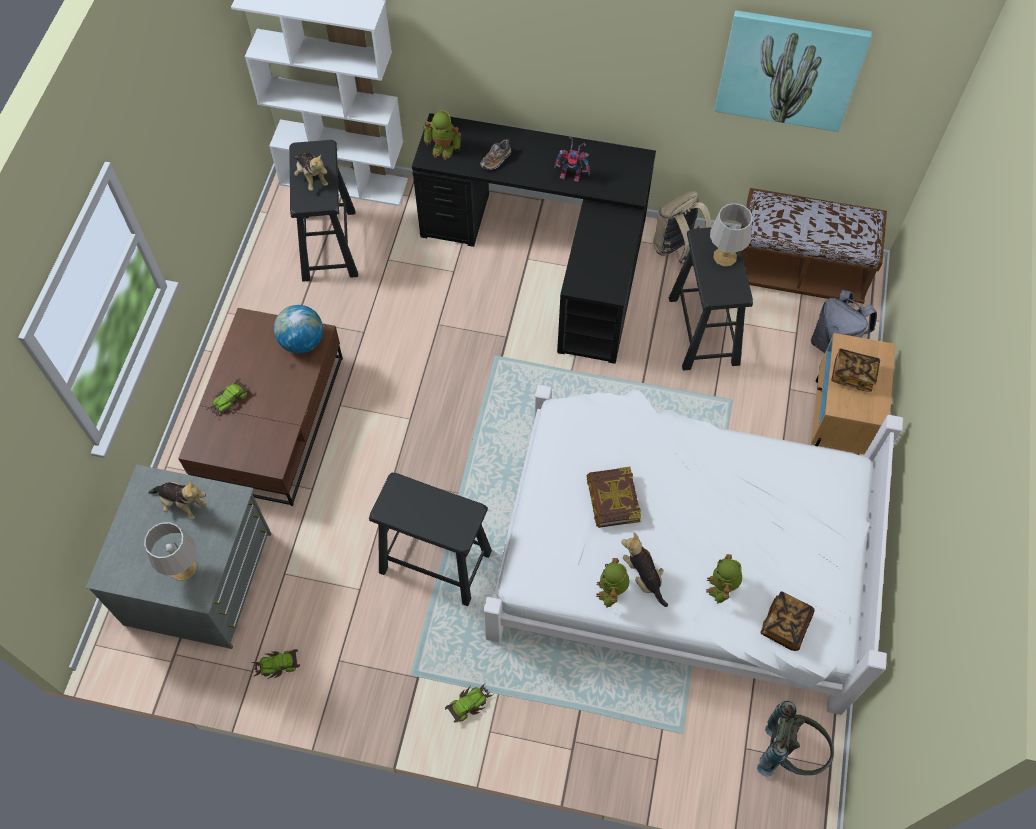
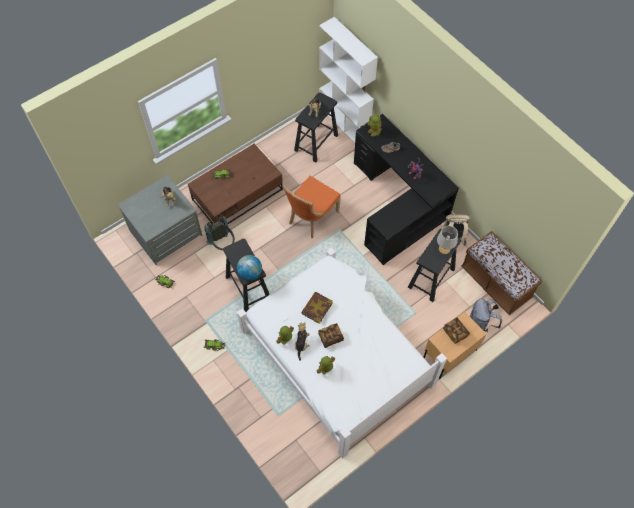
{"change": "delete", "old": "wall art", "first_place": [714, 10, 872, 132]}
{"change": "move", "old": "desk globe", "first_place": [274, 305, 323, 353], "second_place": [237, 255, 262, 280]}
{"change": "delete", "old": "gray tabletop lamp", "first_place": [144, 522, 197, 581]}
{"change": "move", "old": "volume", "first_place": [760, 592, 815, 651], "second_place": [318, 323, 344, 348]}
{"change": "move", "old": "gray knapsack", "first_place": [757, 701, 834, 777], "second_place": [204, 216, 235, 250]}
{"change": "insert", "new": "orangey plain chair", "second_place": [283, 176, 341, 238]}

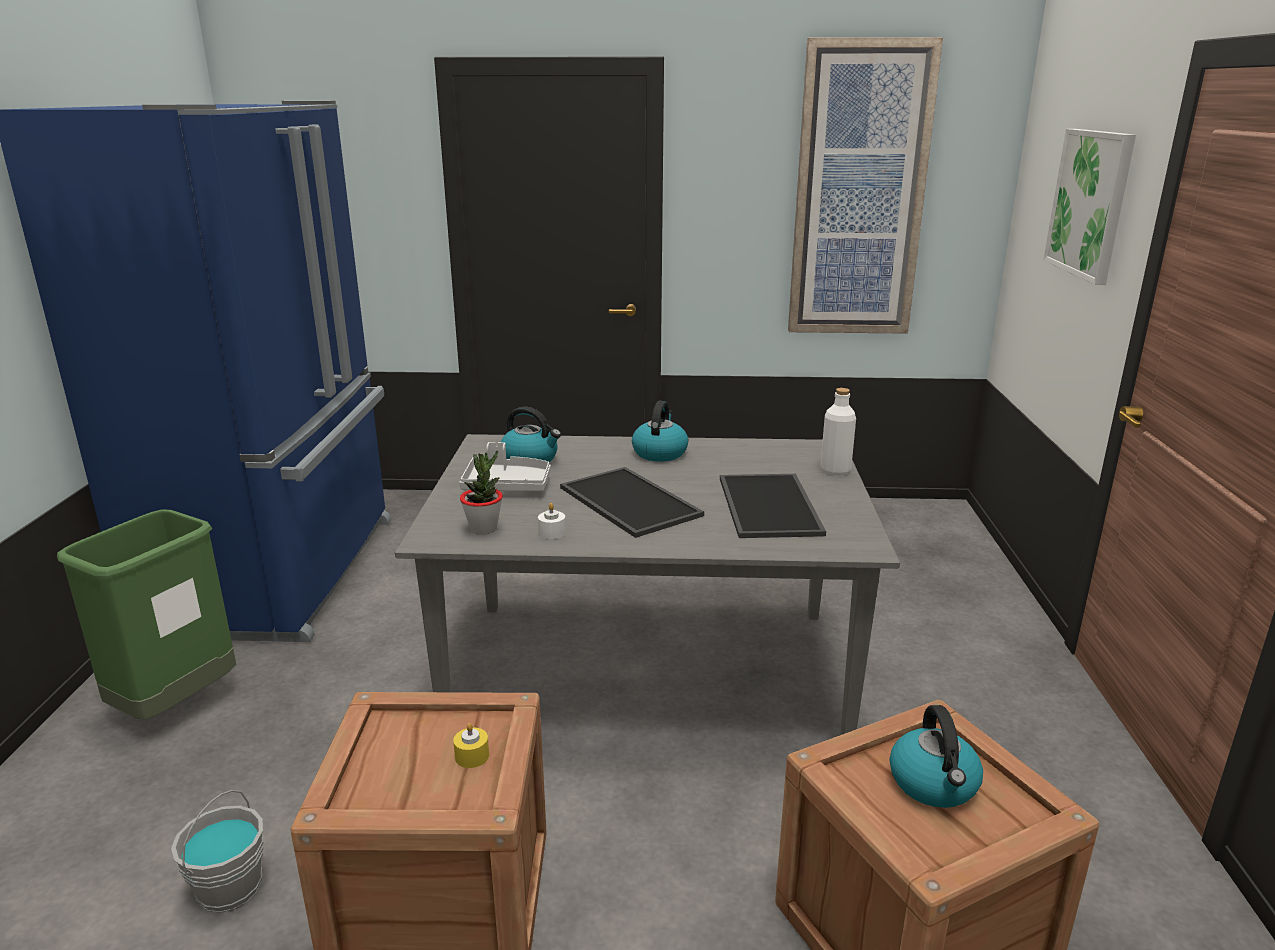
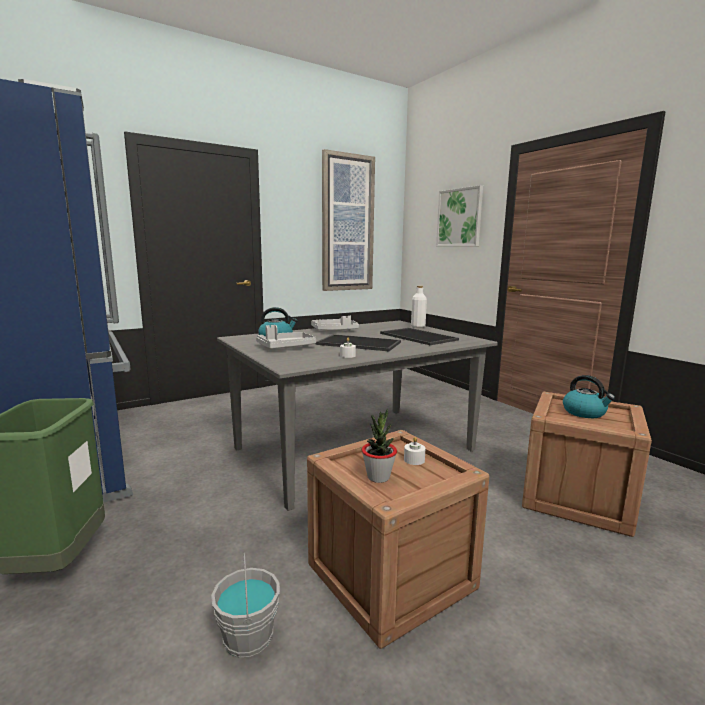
{"change": "replace", "old": "water kettle", "new": "gray serving tray", "first_place": [632, 401, 688, 462], "second_place": [311, 316, 359, 331]}
{"change": "move", "old": "potted plant", "first_place": [460, 451, 503, 535], "second_place": [362, 408, 397, 483]}
{"change": "recolor", "old": "yellow wax candle", "new": "whitish wax candle", "first_place": [453, 723, 489, 768], "second_place": [404, 437, 426, 465]}

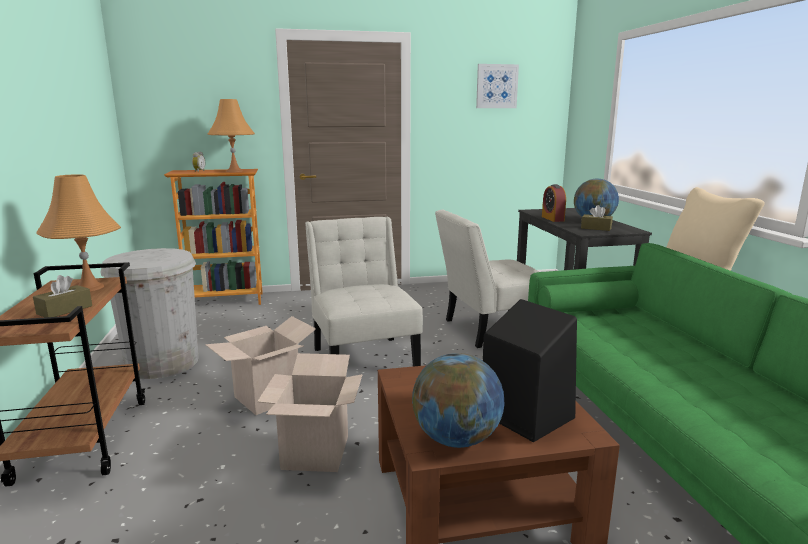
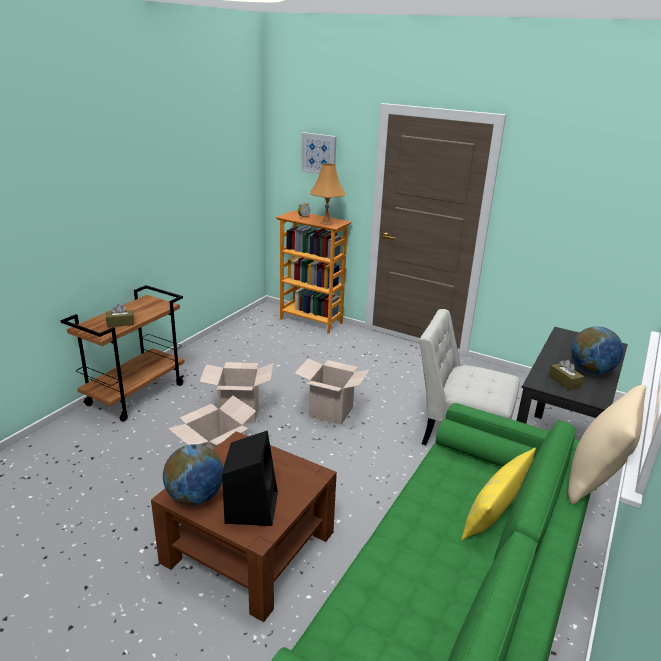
{"change": "move", "old": "wall art", "first_place": [476, 64, 519, 108], "second_place": [301, 132, 337, 174]}
{"change": "delete", "old": "orangey tabletop lamp", "first_place": [36, 174, 121, 291]}
{"change": "delete", "old": "alarm clock", "first_place": [542, 184, 566, 222]}
{"change": "replace", "old": "whitish plain chair", "new": "cardboard box", "first_place": [305, 217, 423, 366], "second_place": [294, 358, 370, 425]}
{"change": "delete", "old": "whitish rubbish bin", "first_place": [101, 248, 199, 379]}
{"change": "insert", "new": "yellow pillow", "second_place": [461, 448, 536, 540]}

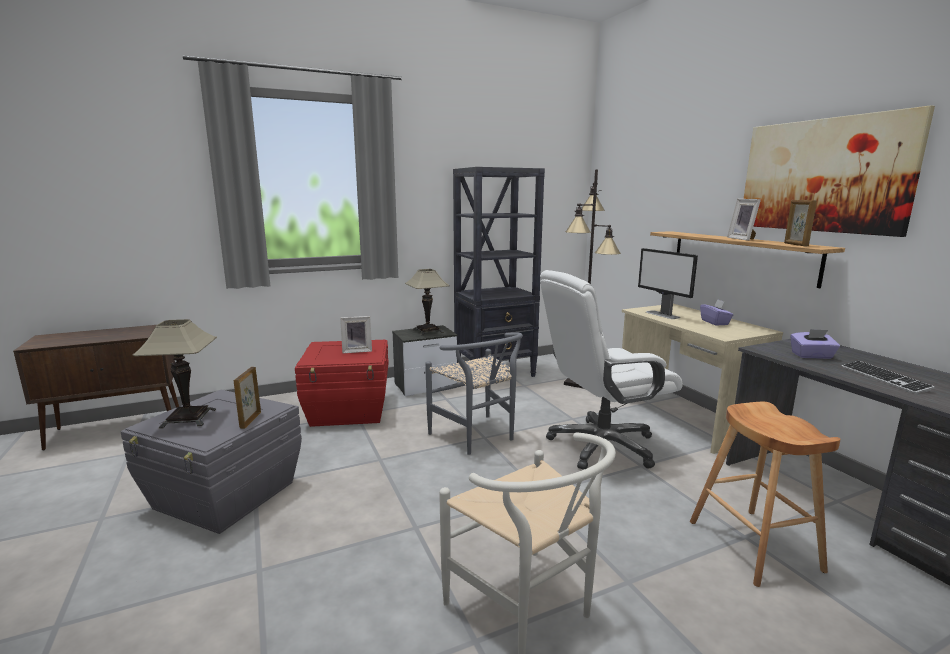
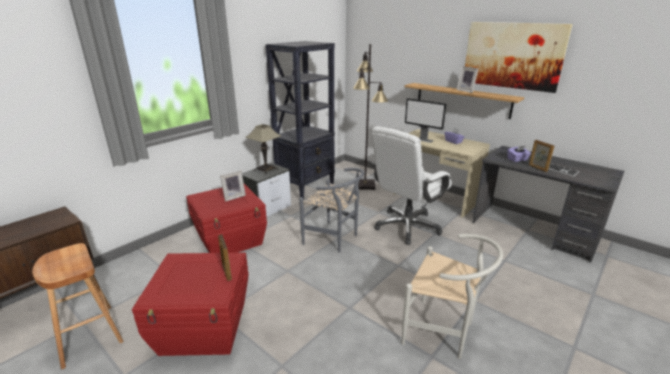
{"change": "move", "old": "photo frame", "first_place": [784, 200, 817, 246], "second_place": [529, 140, 554, 172]}
{"change": "delete", "old": "tabletop lamp", "first_place": [132, 319, 217, 429]}
{"change": "recolor", "old": "gray storage container", "new": "red-coloured storage container", "first_place": [120, 390, 302, 534], "second_place": [132, 253, 249, 356]}
{"change": "move", "old": "brown sitting stool", "first_place": [690, 402, 840, 587], "second_place": [32, 243, 123, 369]}

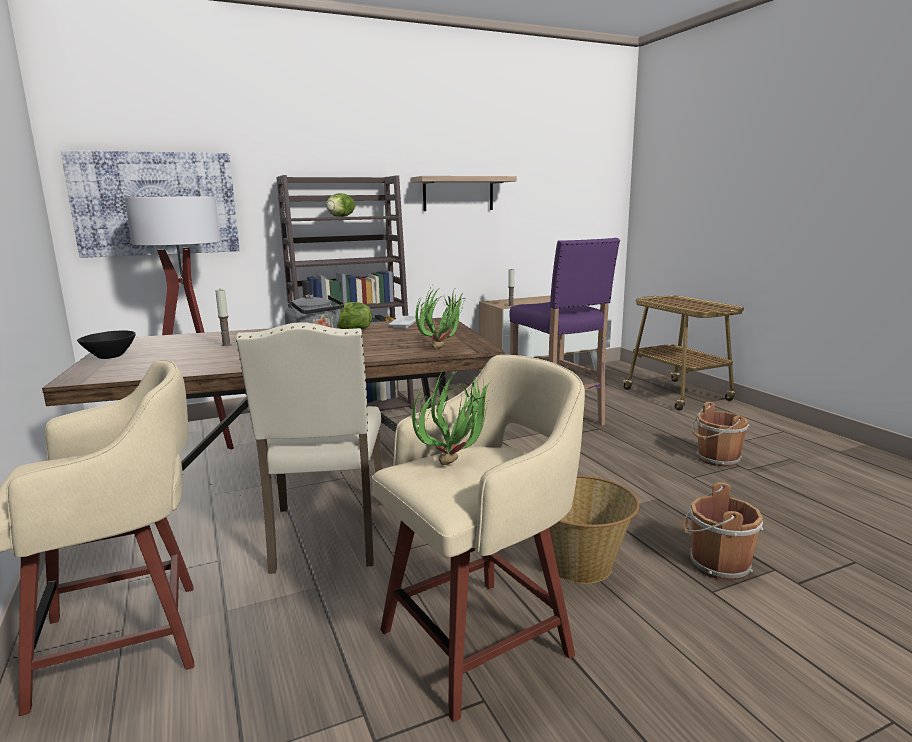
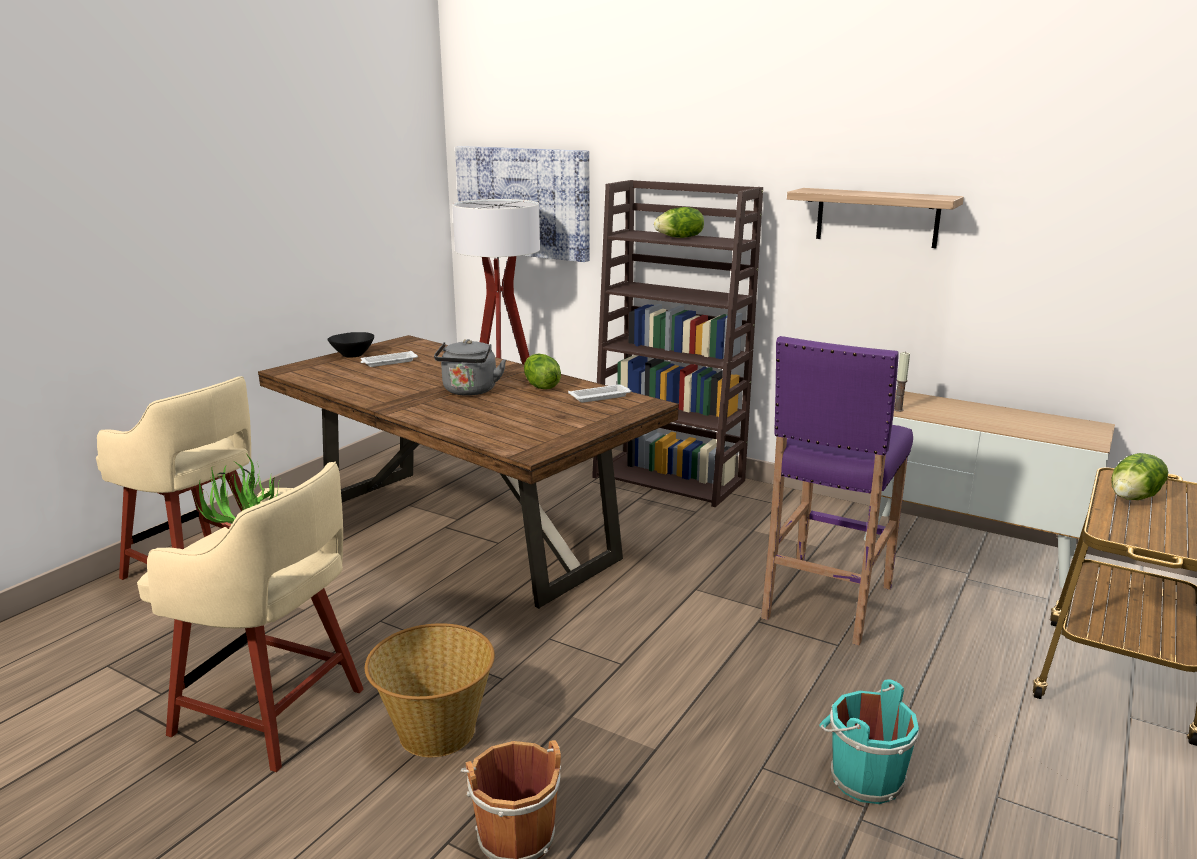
{"change": "delete", "old": "potted plant", "first_place": [415, 286, 465, 350]}
{"change": "delete", "old": "wax candle", "first_place": [215, 289, 232, 346]}
{"change": "delete", "old": "sand-coloured plain chair", "first_place": [236, 322, 383, 574]}
{"change": "recolor", "old": "brown water bucket", "new": "blue-green water bucket", "first_place": [692, 402, 750, 467], "second_place": [820, 679, 919, 804]}
{"change": "insert", "new": "whitish serving tray", "second_place": [361, 351, 418, 367]}
{"change": "insert", "new": "lettuce head", "second_place": [1111, 453, 1168, 500]}

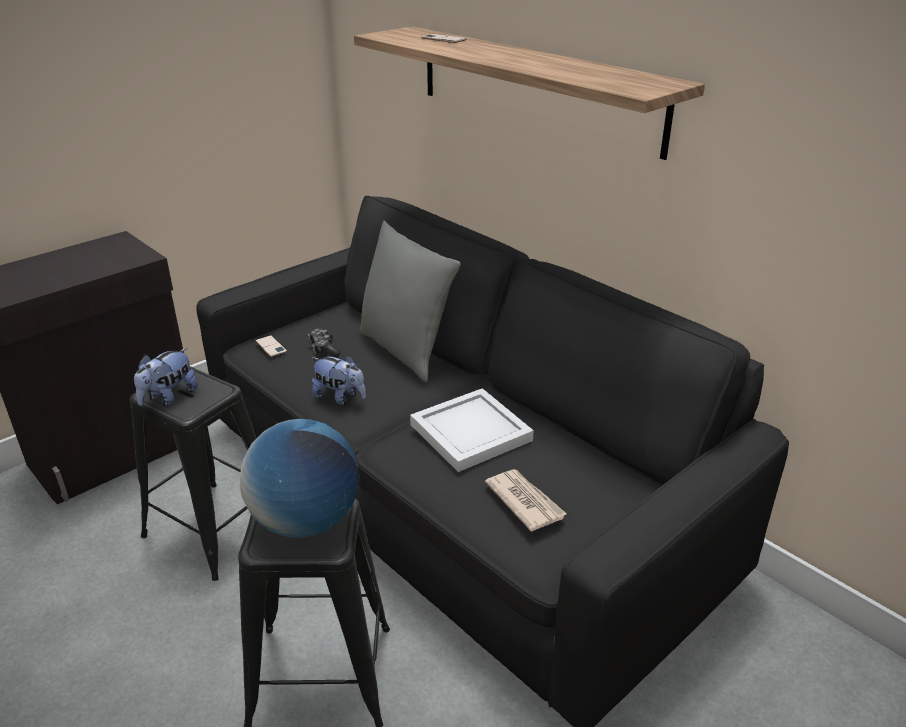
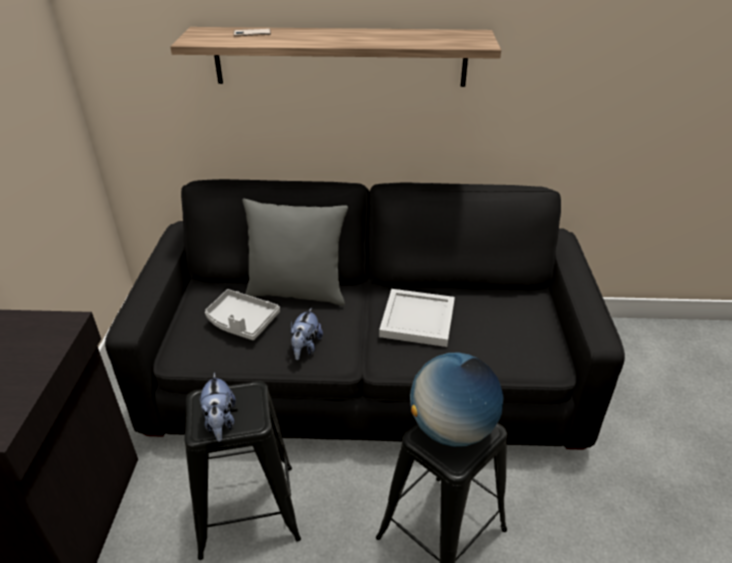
{"change": "replace", "old": "joypad", "new": "gray serving tray", "first_place": [308, 328, 340, 357], "second_place": [205, 289, 280, 340]}
{"change": "delete", "old": "phone", "first_place": [255, 335, 287, 357]}
{"change": "rotate", "old": "cuddly toy", "first_place": [312, 355, 366, 405], "second_place": [290, 307, 323, 360], "degrees": 120}
{"change": "delete", "old": "daily paper", "first_place": [485, 469, 567, 532]}

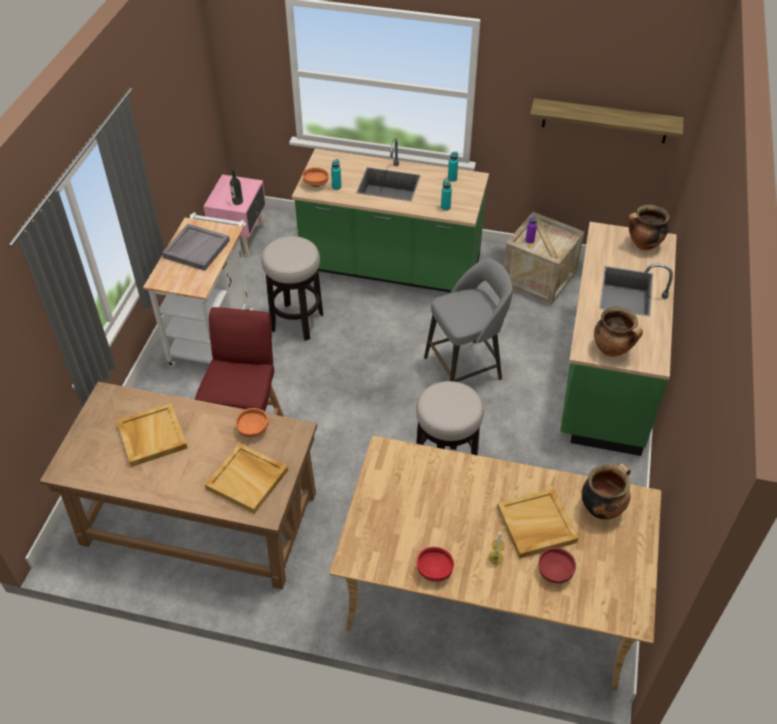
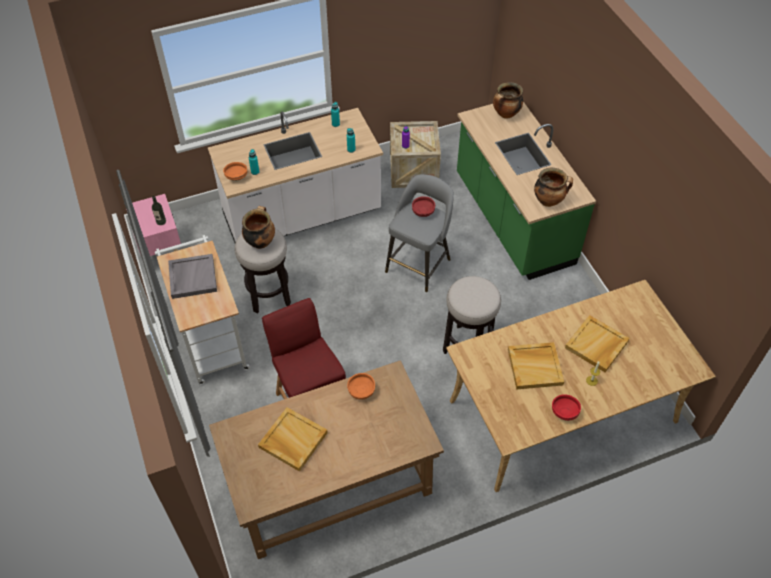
{"change": "delete", "old": "bracket shelf", "first_place": [530, 98, 684, 143]}
{"change": "recolor", "old": "green counter", "new": "whitish counter", "first_place": [292, 138, 489, 293], "second_place": [208, 108, 383, 243]}
{"change": "move", "old": "sand-coloured serving tray", "first_place": [205, 443, 288, 514], "second_place": [508, 342, 564, 390]}
{"change": "move", "old": "stockpot", "first_place": [581, 463, 631, 520], "second_place": [242, 206, 275, 249]}
{"change": "move", "old": "red-coloured bowl", "first_place": [538, 547, 576, 583], "second_place": [412, 196, 435, 217]}

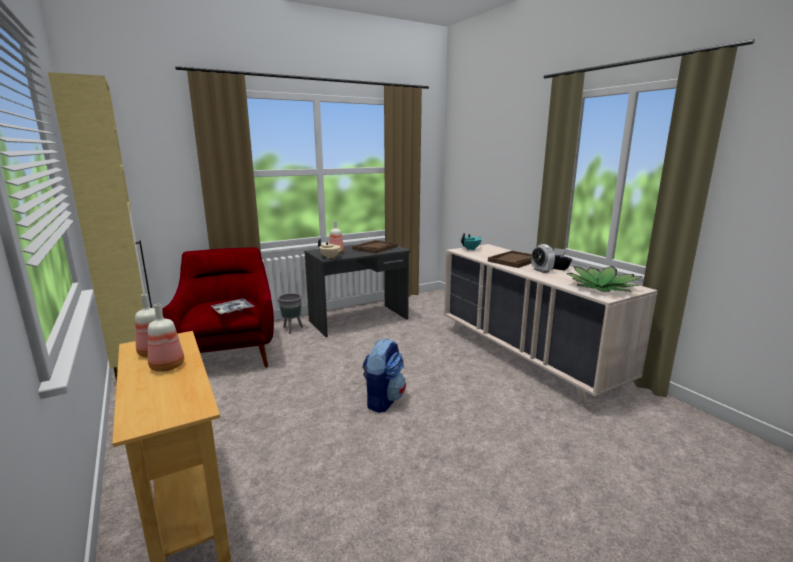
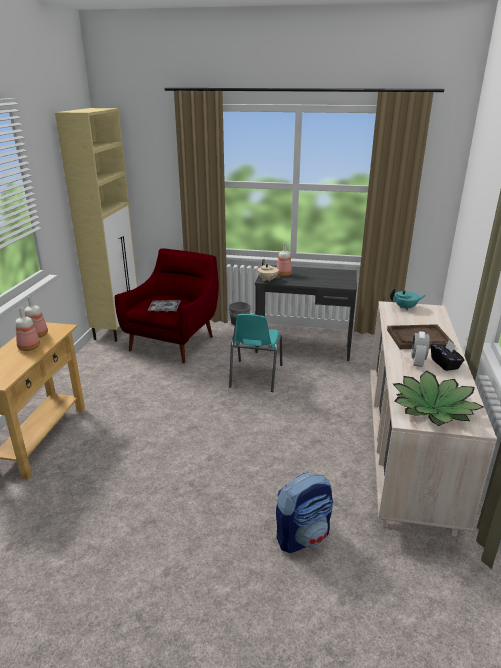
{"change": "delete", "old": "brown serving tray", "first_place": [352, 240, 398, 254]}
{"change": "move", "old": "knapsack", "first_place": [362, 339, 406, 413], "second_place": [276, 472, 333, 553]}
{"change": "insert", "new": "blue-green plain chair", "second_place": [229, 314, 282, 392]}

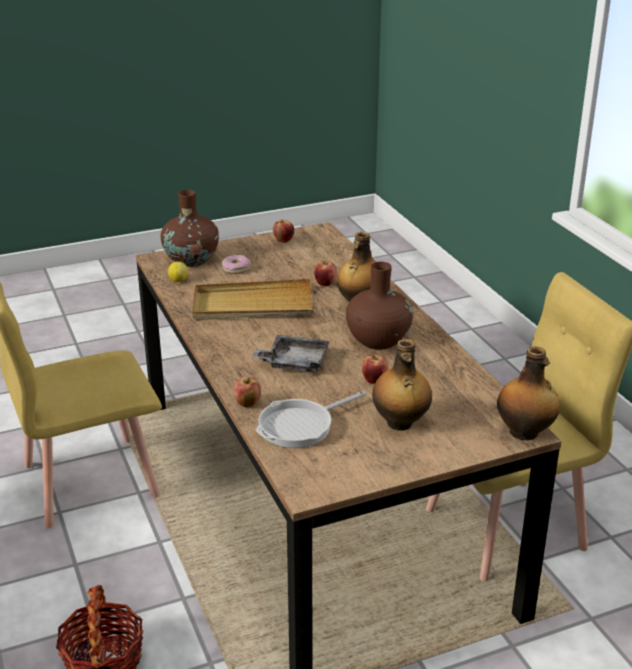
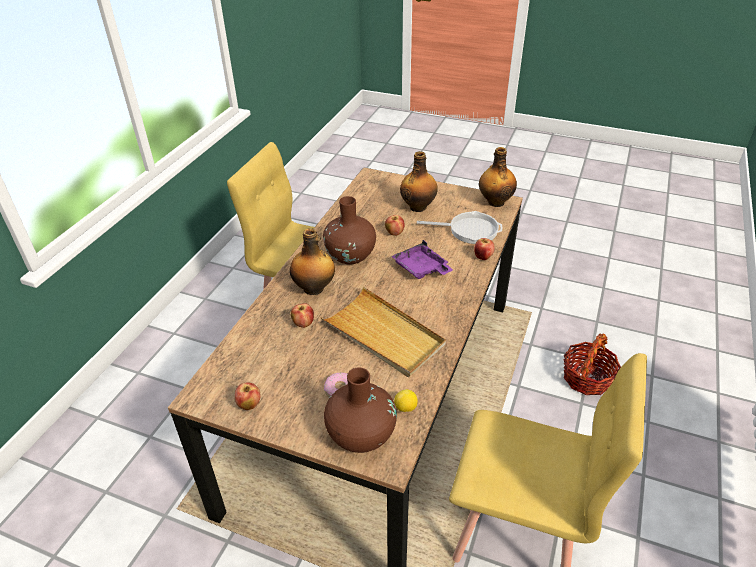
{"change": "recolor", "old": "gray serving tray", "new": "purple-coloured serving tray", "first_place": [252, 335, 330, 373], "second_place": [391, 240, 453, 279]}
{"change": "move", "old": "drink bottle", "first_place": [497, 346, 560, 440], "second_place": [479, 147, 517, 207]}

